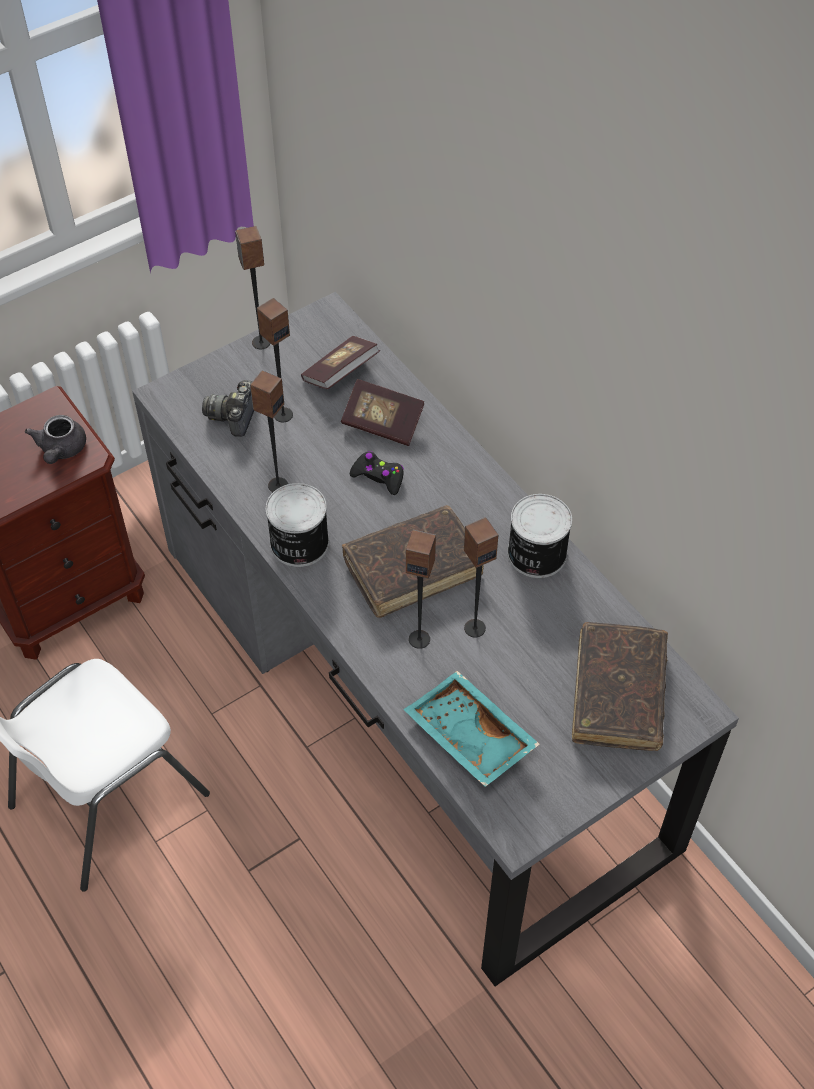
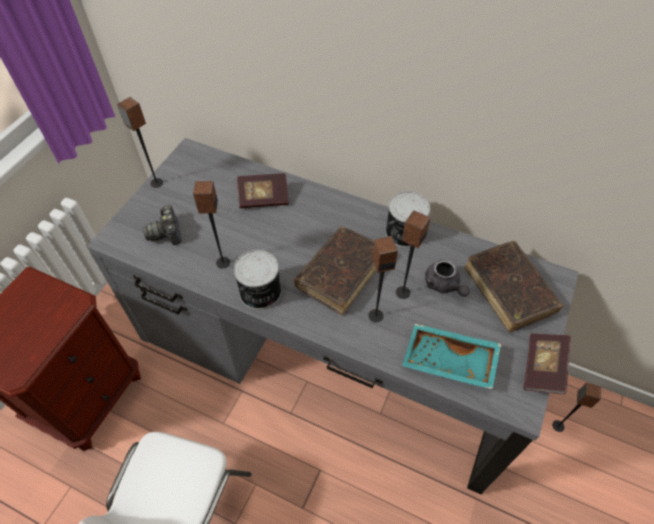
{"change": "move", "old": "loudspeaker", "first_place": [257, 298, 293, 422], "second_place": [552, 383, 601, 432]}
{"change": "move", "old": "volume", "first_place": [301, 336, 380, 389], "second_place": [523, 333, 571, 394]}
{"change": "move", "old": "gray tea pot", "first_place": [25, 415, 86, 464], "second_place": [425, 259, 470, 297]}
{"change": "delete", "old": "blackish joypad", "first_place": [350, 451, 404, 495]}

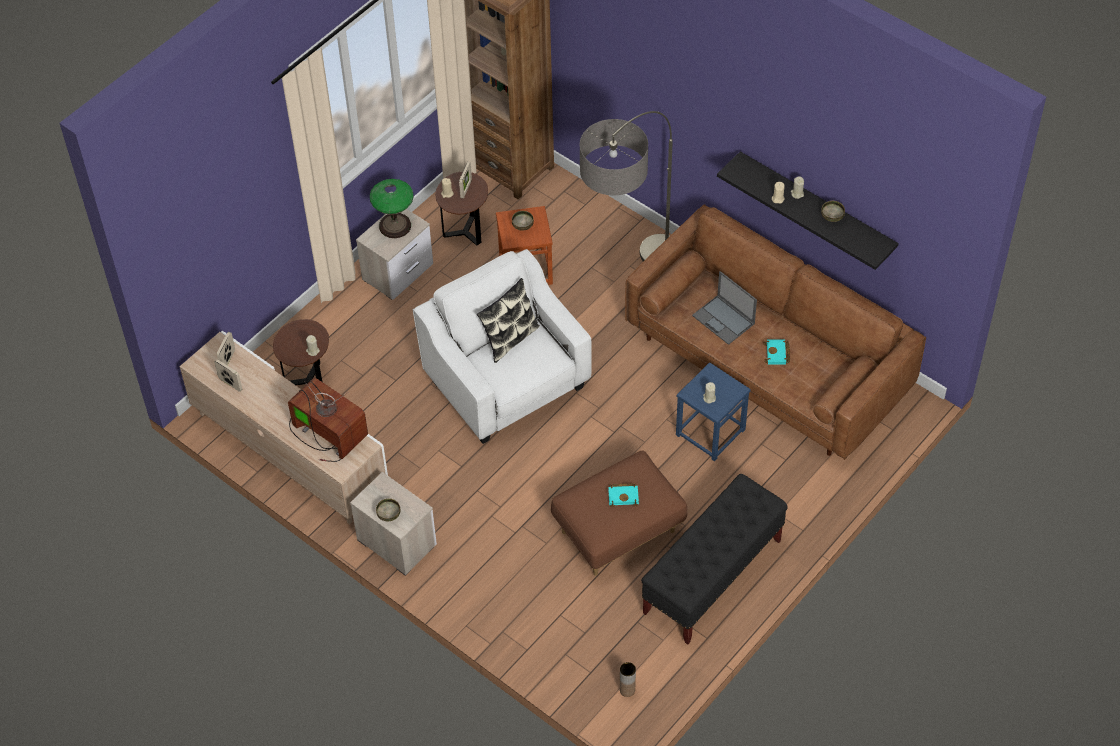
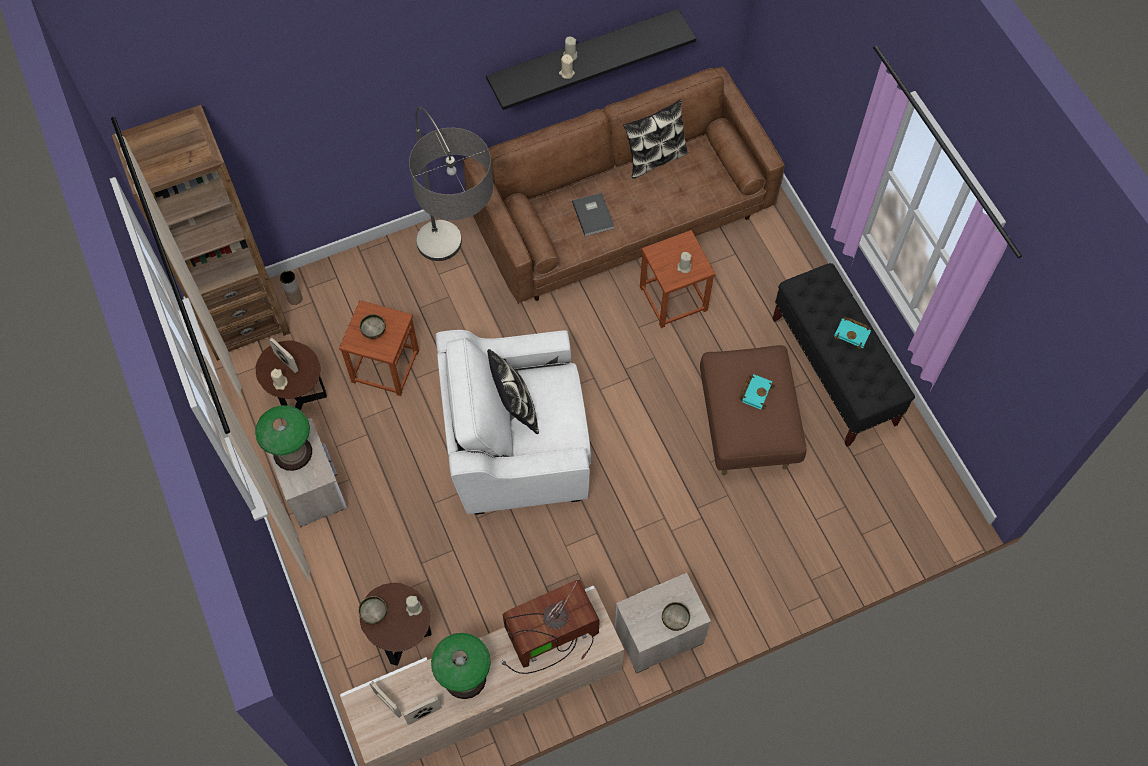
{"change": "move", "old": "bowl", "first_place": [821, 201, 845, 222], "second_place": [358, 596, 387, 625]}
{"change": "replace", "old": "laptop", "new": "gray volume", "first_place": [692, 271, 757, 345], "second_place": [572, 193, 614, 236]}
{"change": "move", "old": "blue-green volume", "first_place": [763, 339, 790, 365], "second_place": [834, 317, 871, 349]}
{"change": "recolor", "old": "blue-coloured sitting stool", "new": "brown sitting stool", "first_place": [676, 362, 751, 461], "second_place": [640, 230, 715, 328]}
{"change": "move", "old": "brown flower vase", "first_place": [620, 662, 636, 697], "second_place": [280, 271, 302, 305]}
{"change": "insert", "new": "pillow", "second_place": [623, 99, 689, 179]}
{"change": "insert", "new": "tabletop lamp", "second_place": [431, 633, 491, 699]}

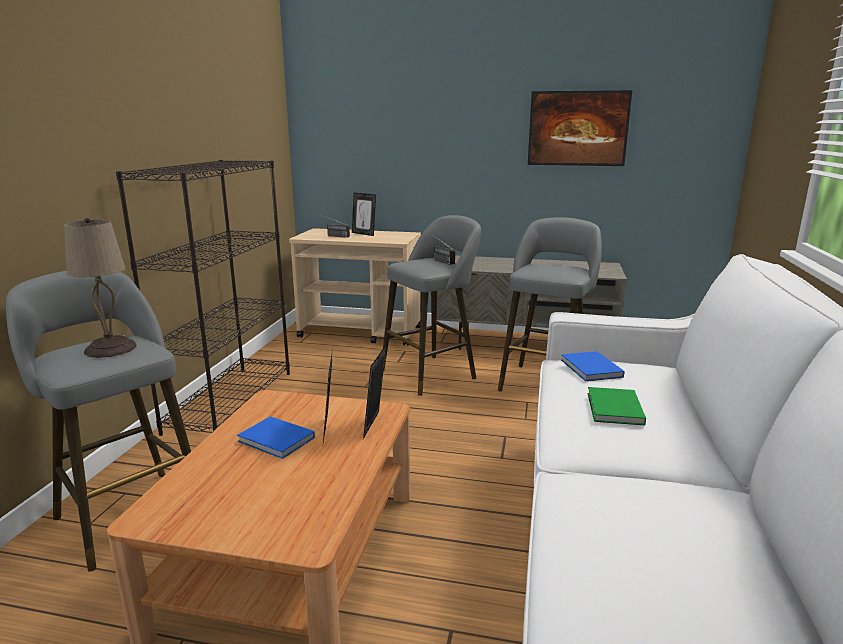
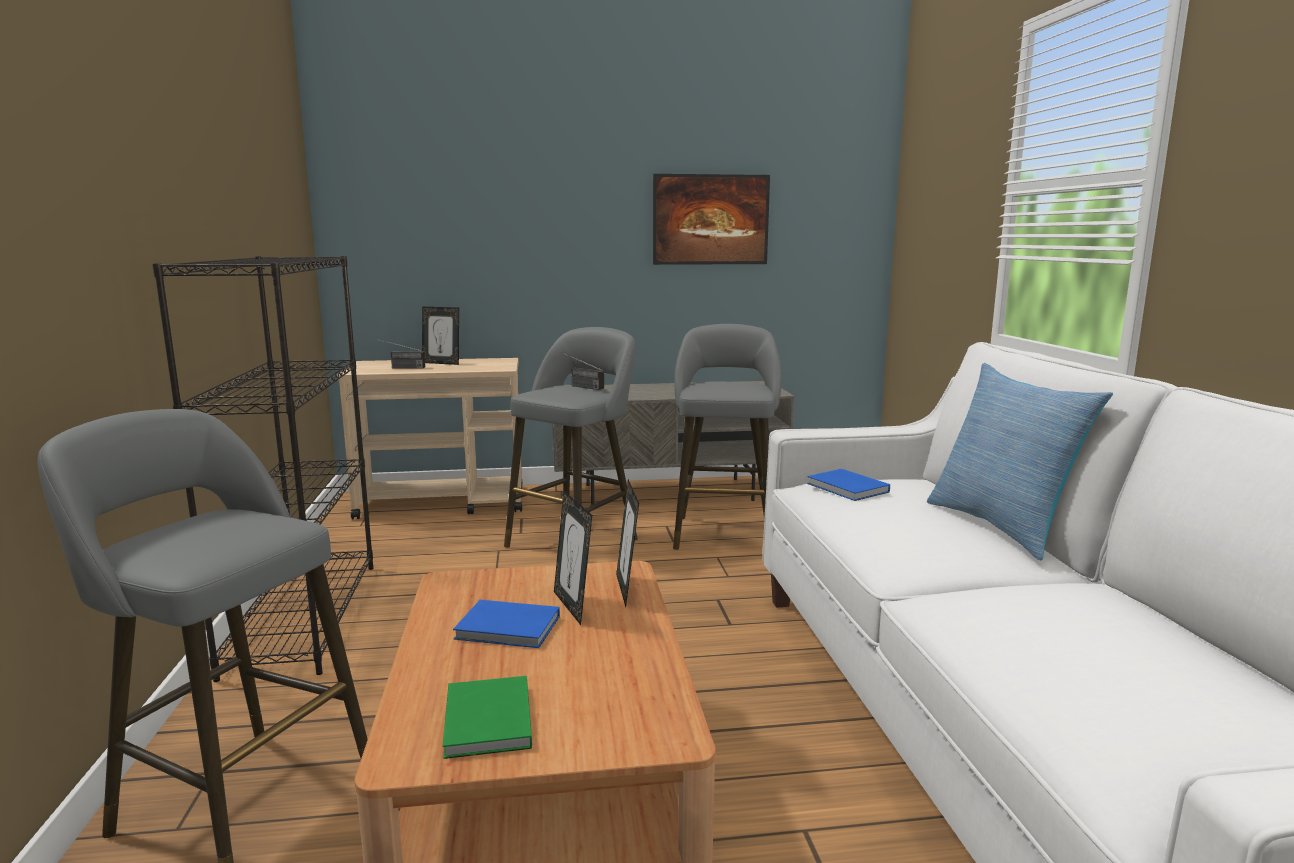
{"change": "delete", "old": "sand-coloured tabletop lamp", "first_place": [64, 218, 137, 358]}
{"change": "move", "old": "green volume", "first_place": [587, 387, 646, 425], "second_place": [443, 676, 532, 759]}
{"change": "insert", "new": "pillow", "second_place": [927, 363, 1113, 561]}

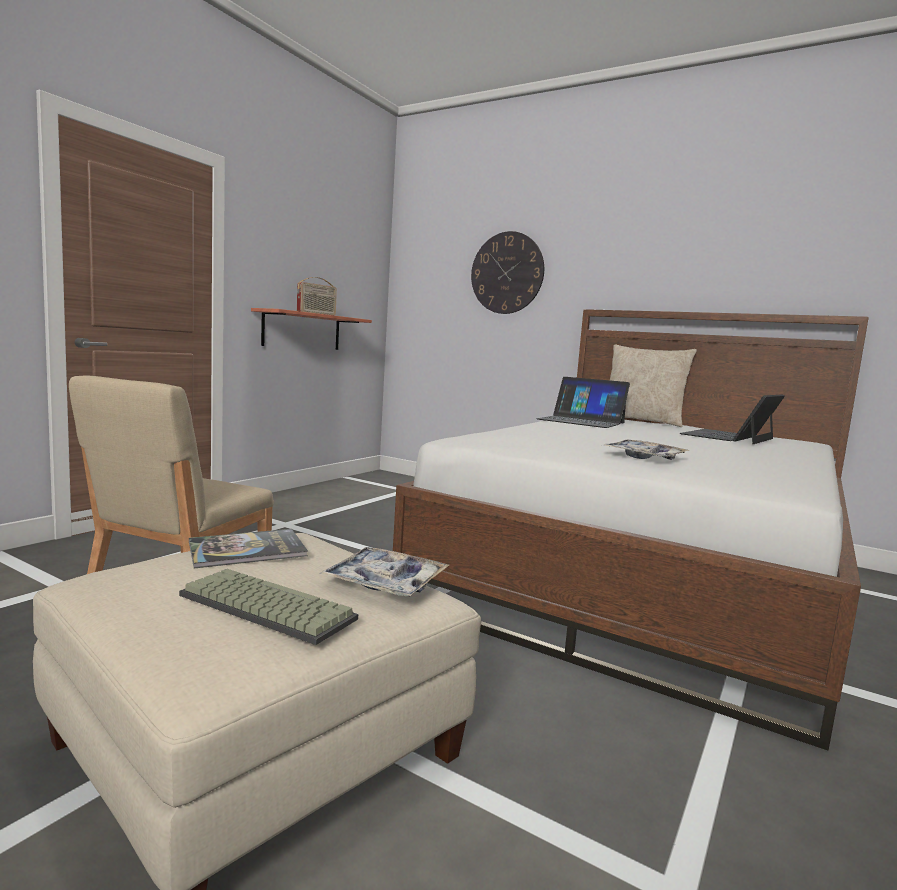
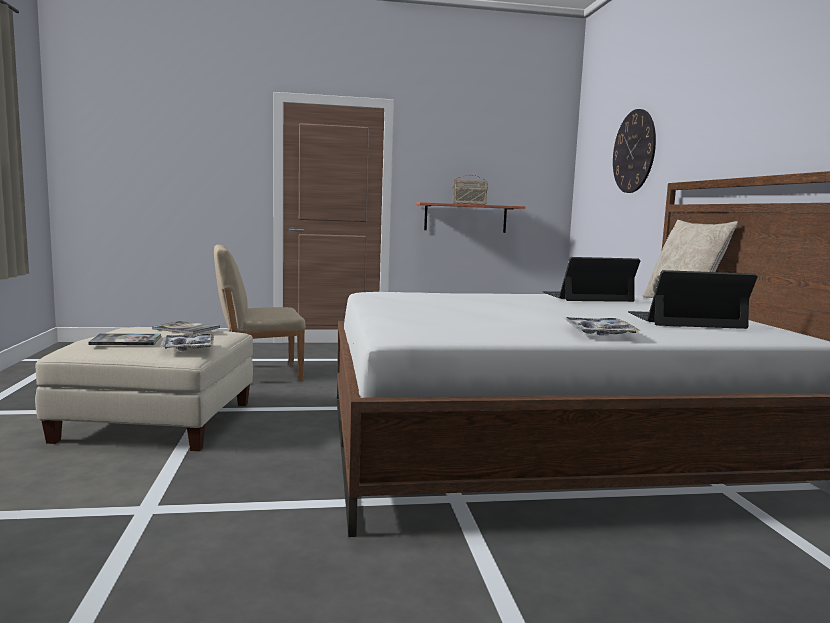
{"change": "rotate", "old": "laptop", "first_place": [537, 377, 630, 428], "second_place": [542, 257, 640, 302], "degrees": 90}
{"change": "move", "old": "serving tray", "first_place": [604, 440, 689, 460], "second_place": [564, 317, 640, 336]}
{"change": "replace", "old": "keyboard", "new": "volume", "first_place": [179, 569, 358, 645], "second_place": [89, 333, 161, 345]}

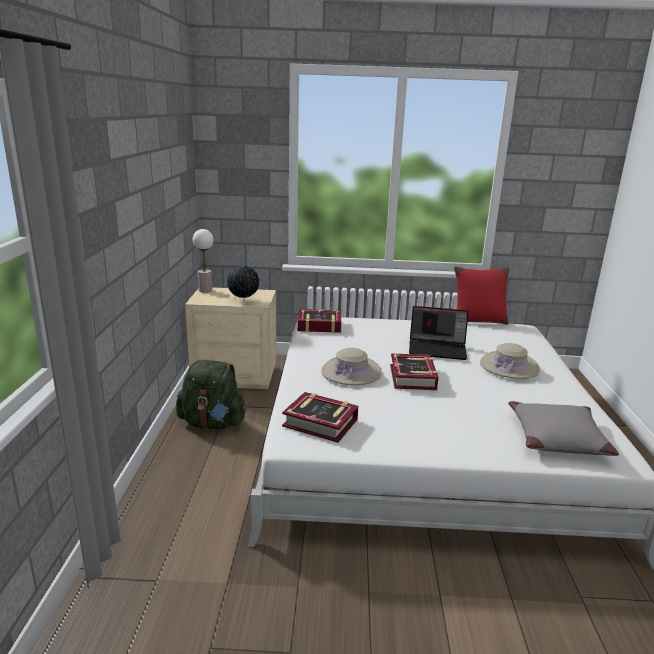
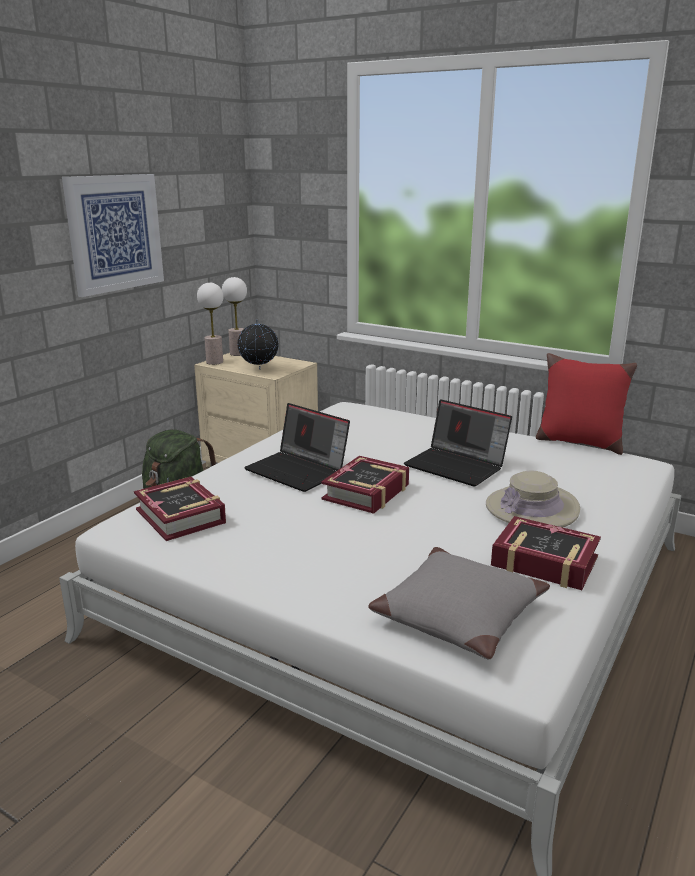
{"change": "move", "old": "volume", "first_place": [298, 309, 341, 333], "second_place": [491, 516, 601, 590]}
{"change": "replace", "old": "sand-coloured hat", "new": "laptop", "first_place": [321, 348, 382, 385], "second_place": [244, 403, 350, 492]}
{"change": "insert", "new": "wall art", "second_place": [62, 174, 164, 297]}
{"change": "insert", "new": "tabletop lamp", "second_place": [197, 282, 223, 365]}

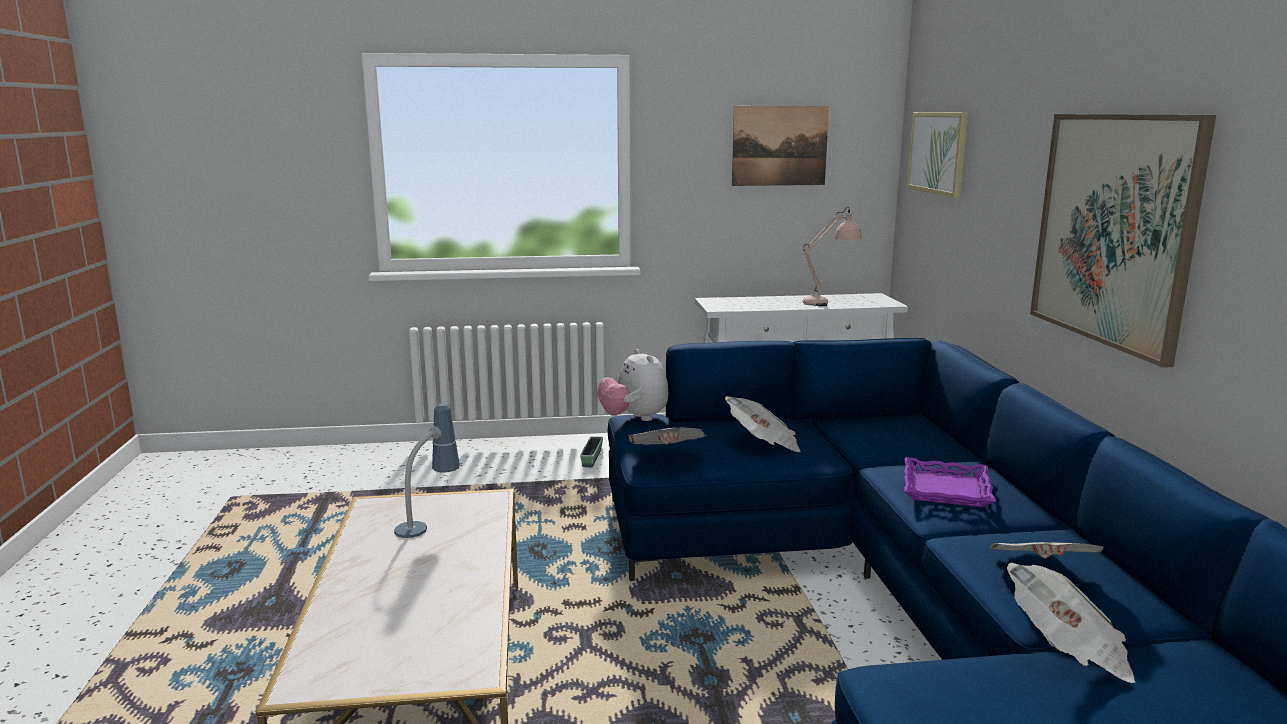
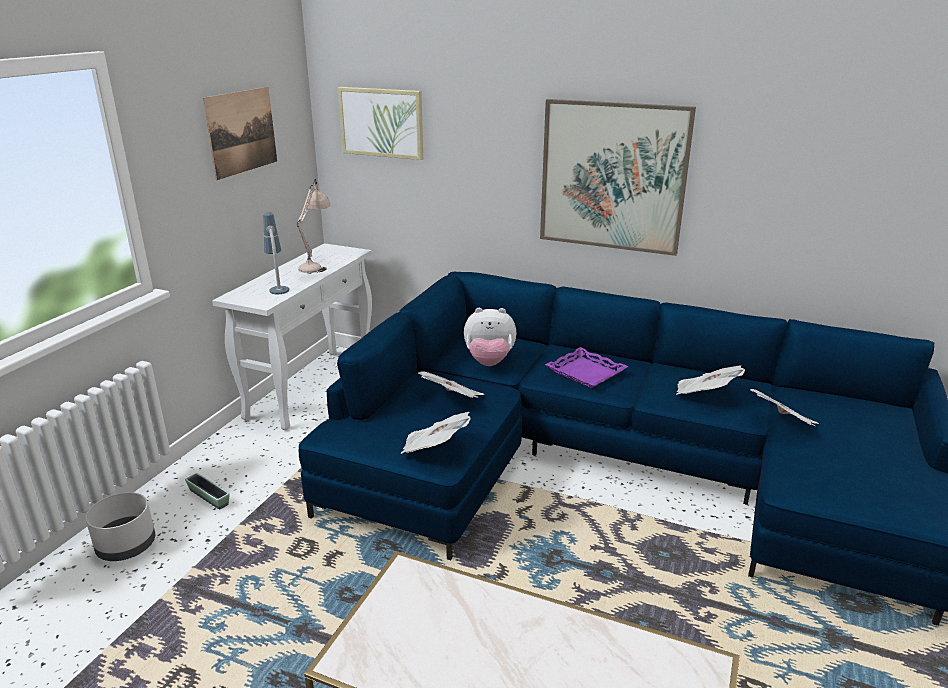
{"change": "move", "old": "cuddly toy", "first_place": [598, 349, 668, 421], "second_place": [464, 308, 516, 366]}
{"change": "move", "old": "tabletop lamp", "first_place": [394, 404, 460, 538], "second_place": [263, 211, 289, 294]}
{"change": "insert", "new": "gray planter", "second_place": [85, 492, 155, 561]}

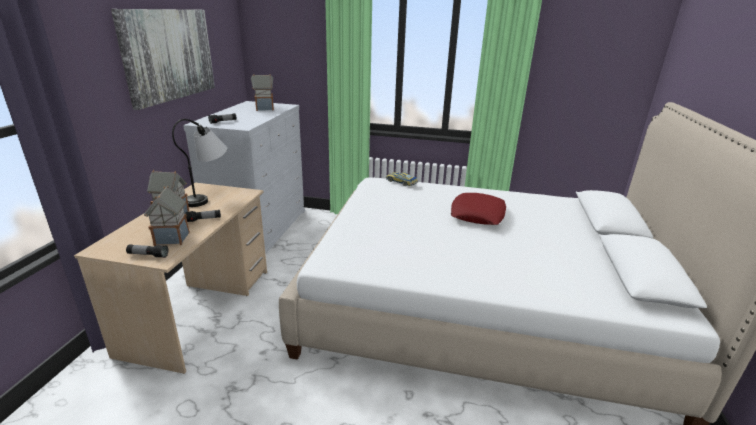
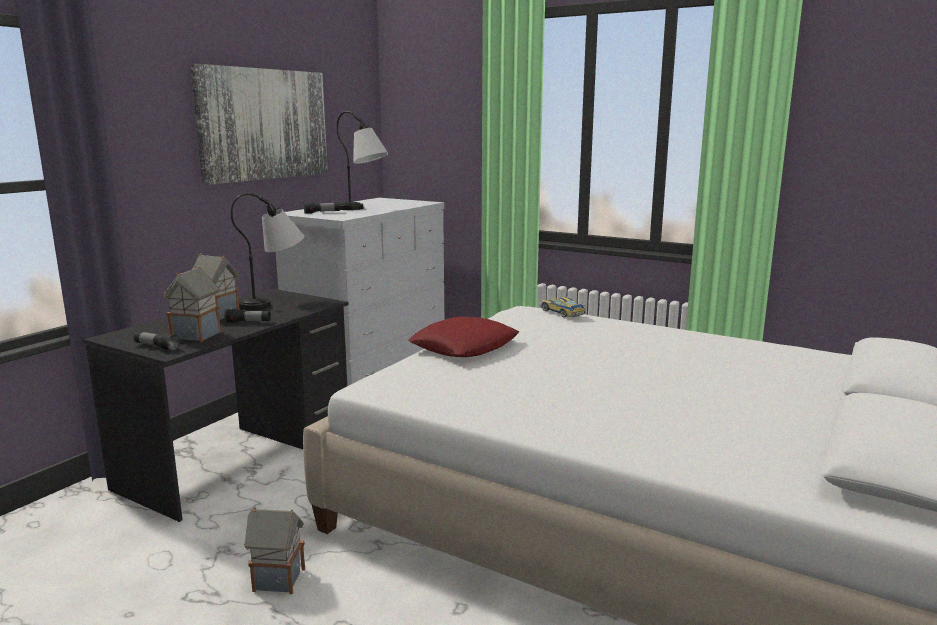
{"change": "move", "old": "miniature house", "first_place": [251, 74, 274, 111], "second_place": [244, 507, 305, 594]}
{"change": "recolor", "old": "sand-coloured desk", "new": "blackish desk", "first_place": [74, 183, 267, 374], "second_place": [83, 289, 349, 522]}
{"change": "move", "old": "red-coloured pillow", "first_place": [451, 193, 506, 225], "second_place": [408, 316, 519, 357]}
{"change": "insert", "new": "tabletop lamp", "second_place": [337, 111, 389, 210]}

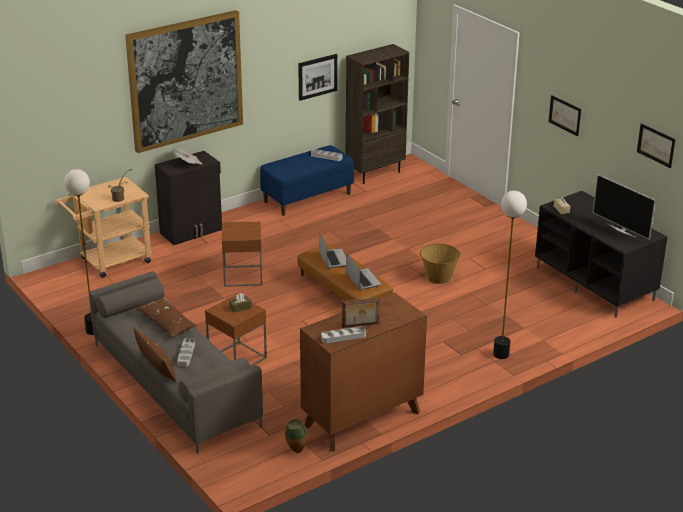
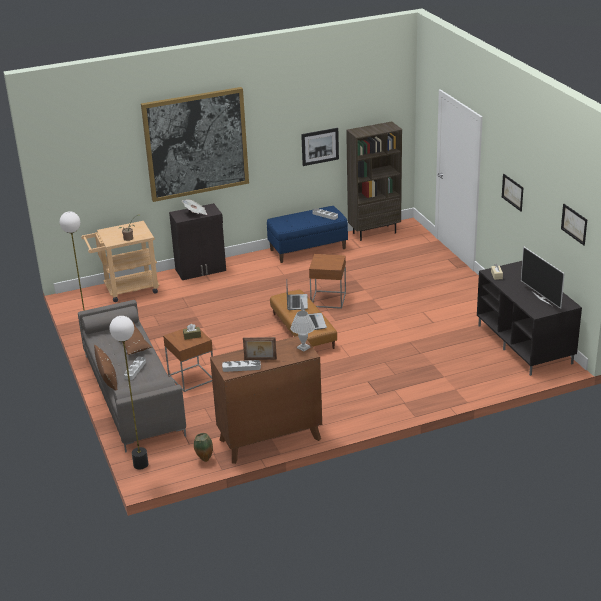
{"change": "move", "old": "standing lamp", "first_place": [493, 190, 527, 359], "second_place": [109, 316, 148, 469]}
{"change": "move", "old": "brown end table", "first_place": [222, 221, 262, 287], "second_place": [309, 254, 346, 309]}
{"change": "delete", "old": "basket", "first_place": [420, 243, 460, 284]}
{"change": "insert", "new": "whitish tabletop lamp", "second_place": [291, 311, 315, 351]}

